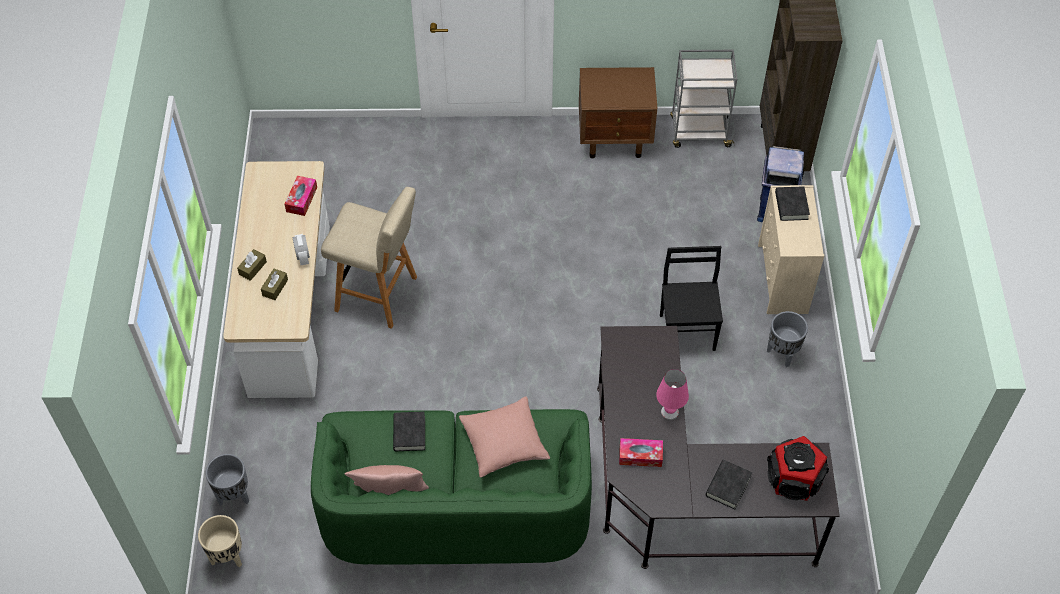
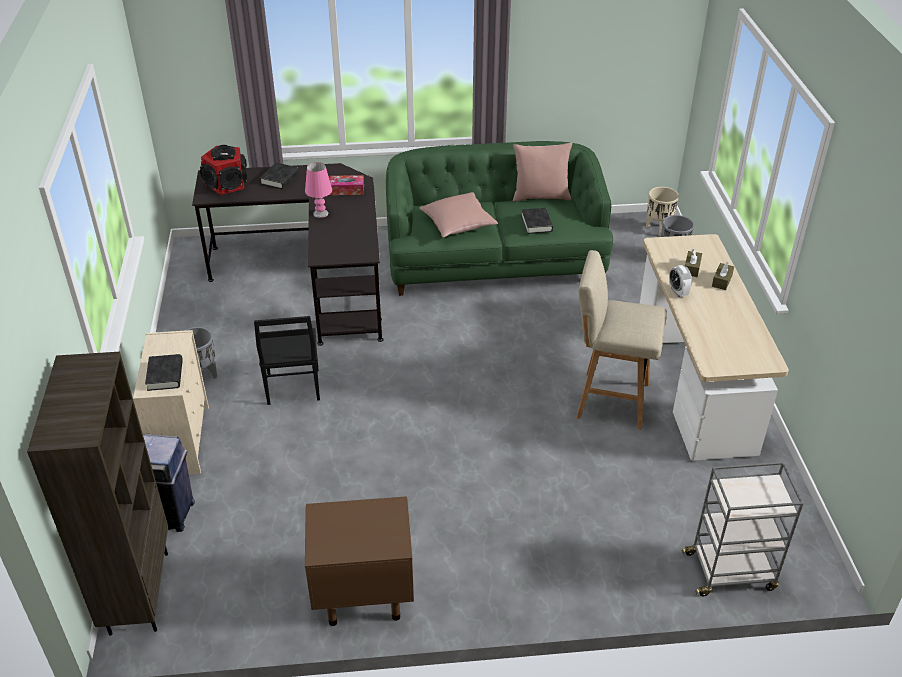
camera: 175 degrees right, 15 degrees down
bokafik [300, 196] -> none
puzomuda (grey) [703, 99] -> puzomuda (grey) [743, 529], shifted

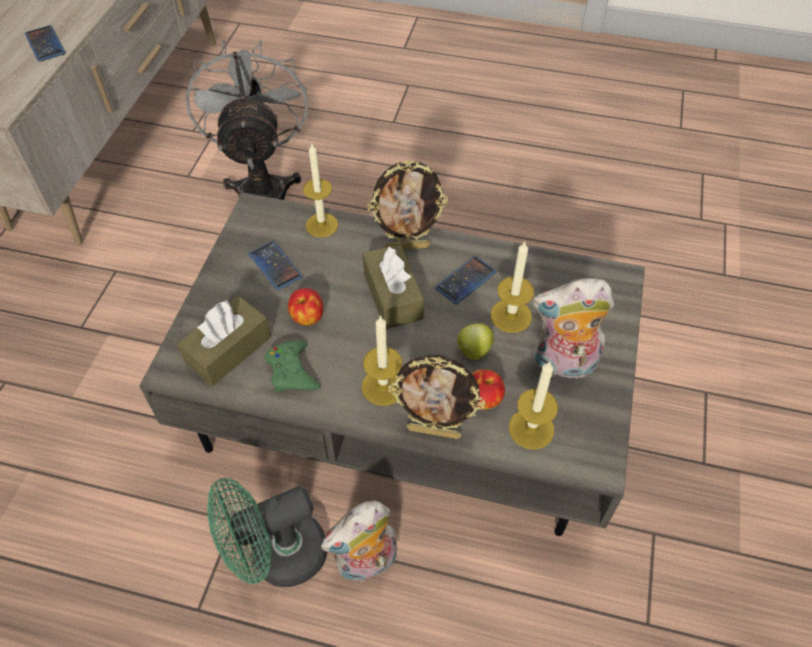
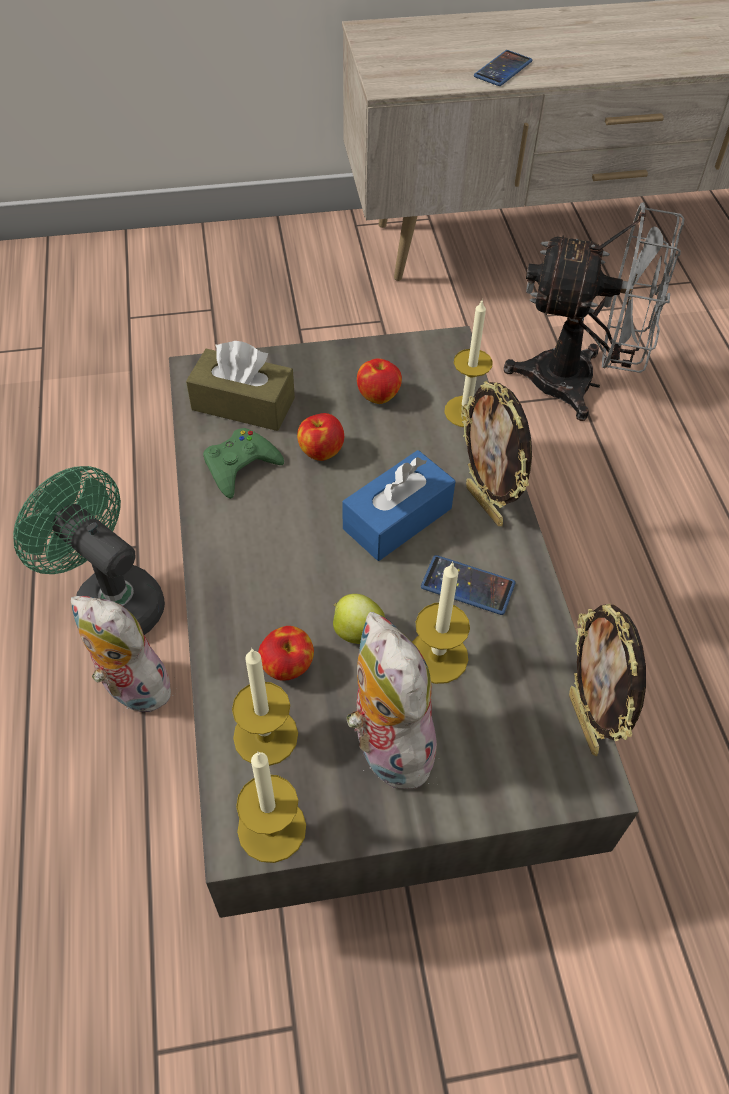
camera: 65 degrees right, 0 degrees up
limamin [382, 360] -> limamin [271, 807], shifted
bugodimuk [436, 397] -> bugodimuk [607, 680], shifted
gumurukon [275, 265] -> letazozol [379, 381]
bokafik (brown) [393, 286] -> bokafik (blue) [399, 505]
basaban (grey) [246, 120] -> basaban (grey) [594, 311], 45 degrees clockwise

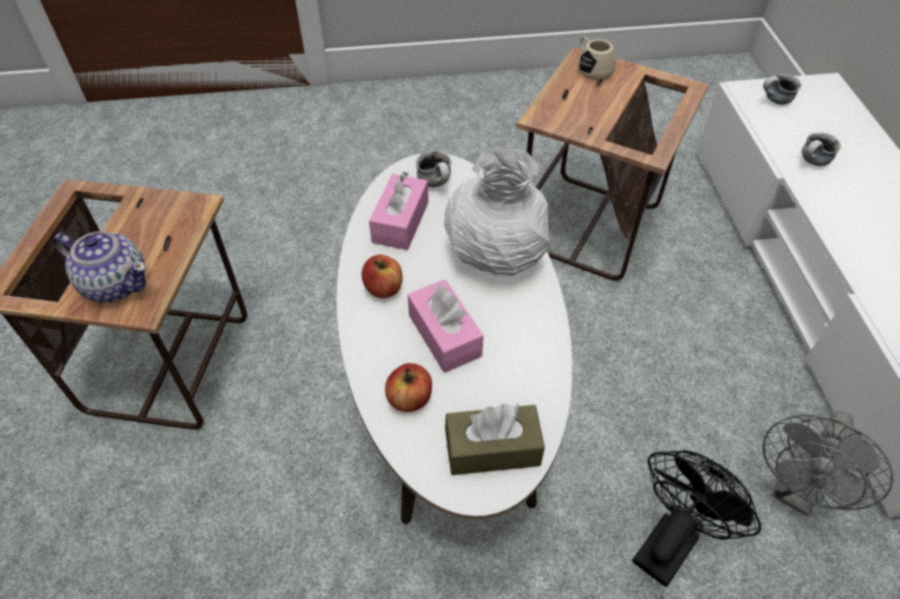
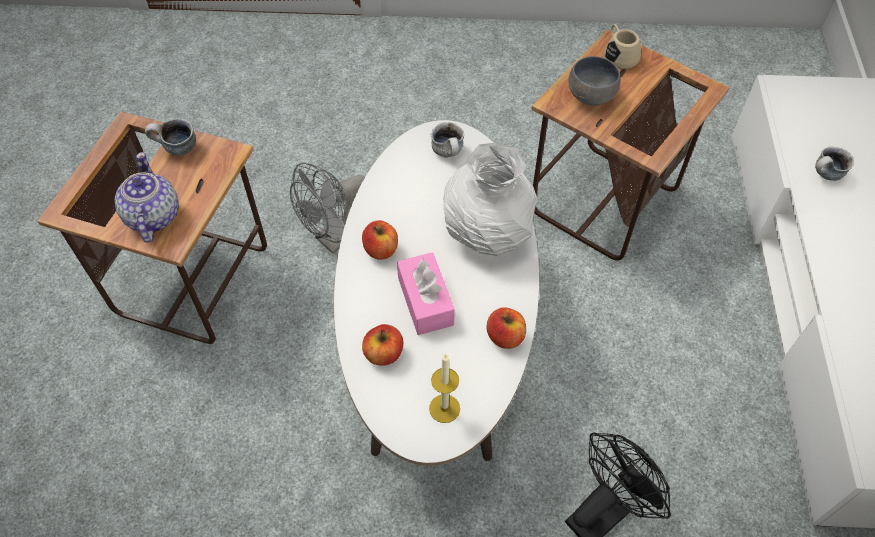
camera: 10 degrees right, 5 degrees up
bokafik (pink) [398, 211] -> none
none -> letazozol [506, 328]
none -> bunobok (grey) [595, 81]
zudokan [782, 89] -> zudokan [170, 136], shifted
basaban (grey) [828, 463] -> basaban (grey) [327, 208], shifted
bokafik (brown) [495, 439] -> limamin [444, 388]
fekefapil [99, 266] -> fekefapil [147, 197], 135 degrees counterclockwise

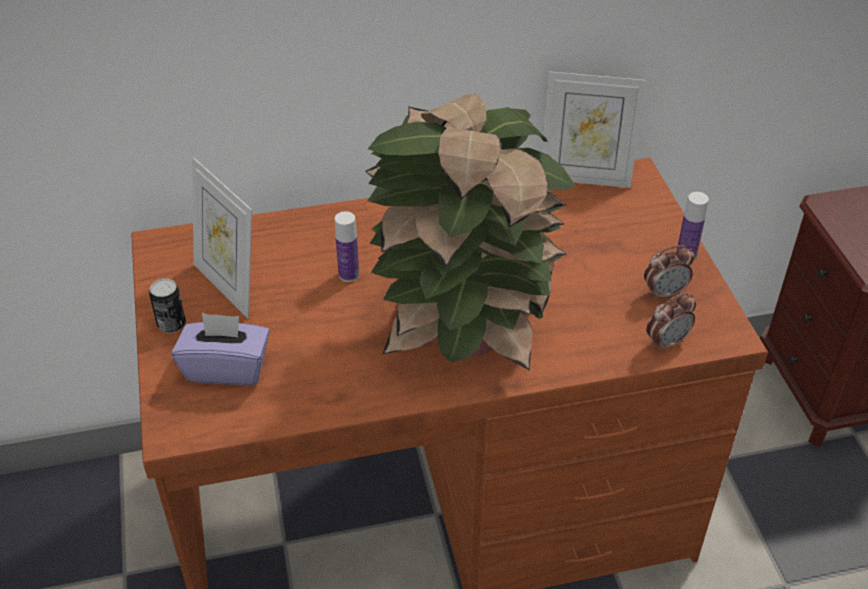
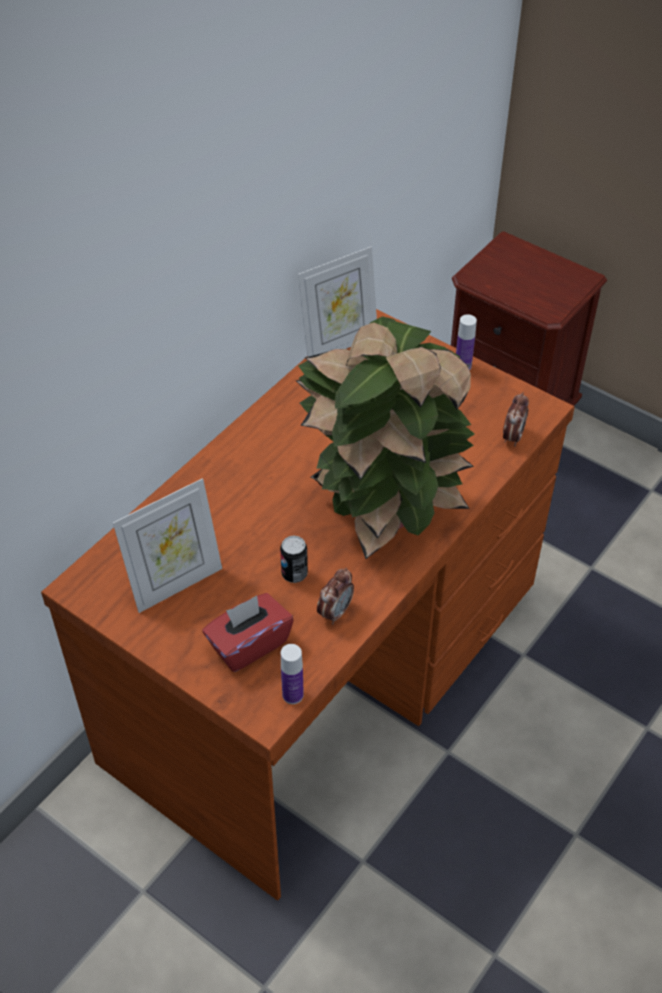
camera: 40 degrees left, 5 degrees up
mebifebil [167, 305] -> mebifebil [294, 559], shifted
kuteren [347, 246] -> kuteren [292, 674], shifted
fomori [669, 272] -> fomori [335, 596], shifted
bokafik (purple) [221, 349] -> bokafik (red) [248, 632]
bugodimuk [222, 237] -> bugodimuk [167, 545], 45 degrees counterclockwise

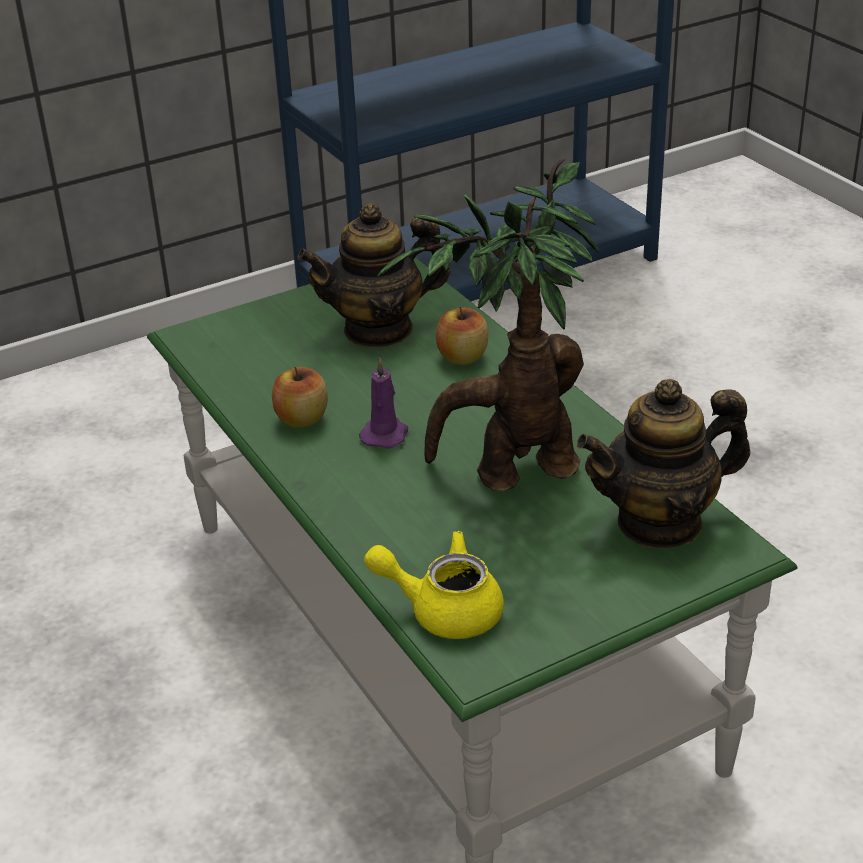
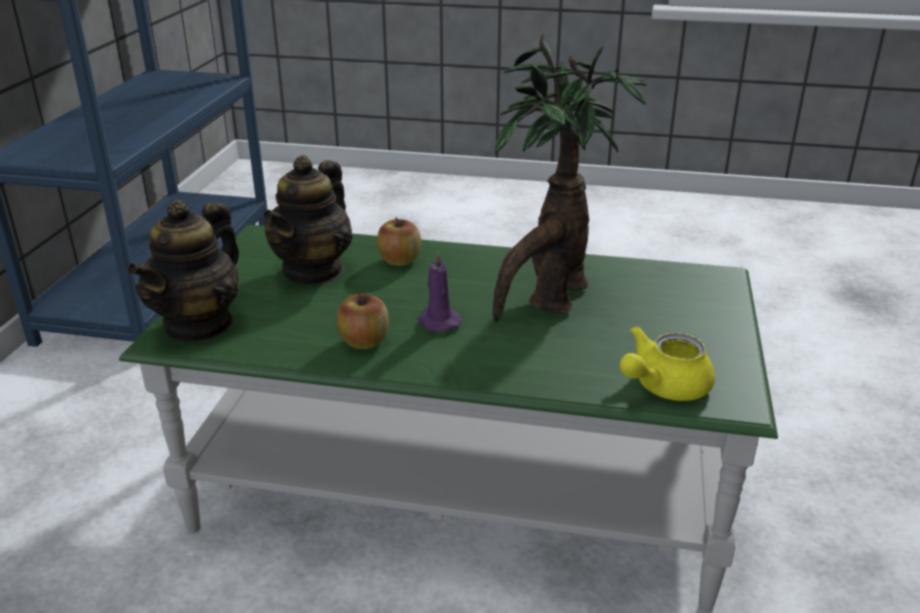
camera: 50 degrees left, 5 degrees down
fekefapil [663, 463] -> fekefapil [183, 270], shifted

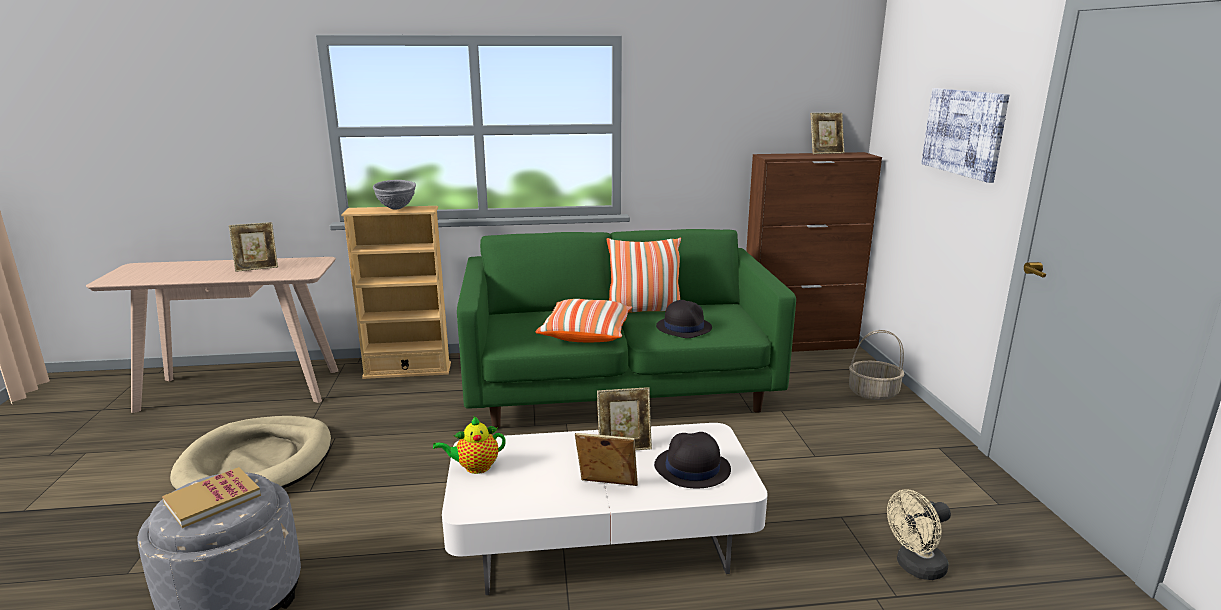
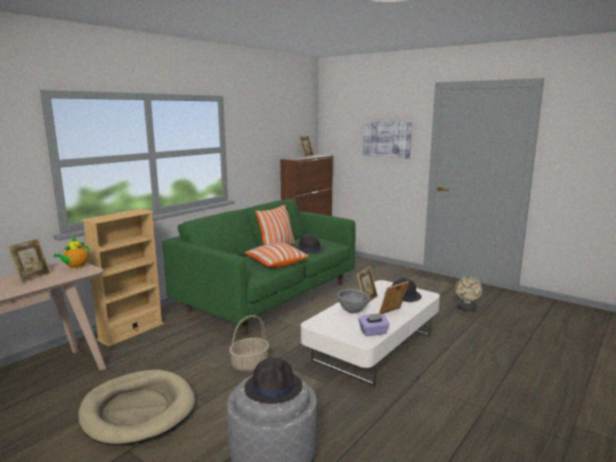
camera: 45 degrees left, 5 degrees down
none -> bokafik (purple) [374, 325]
bunobok (grey) [394, 194] -> bunobok (grey) [353, 301], shifted
fekefapil [469, 445] -> fekefapil [71, 253], shifted
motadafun [877, 365] -> motadafun [249, 343], shifted
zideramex [211, 497] -> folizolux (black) [273, 381]

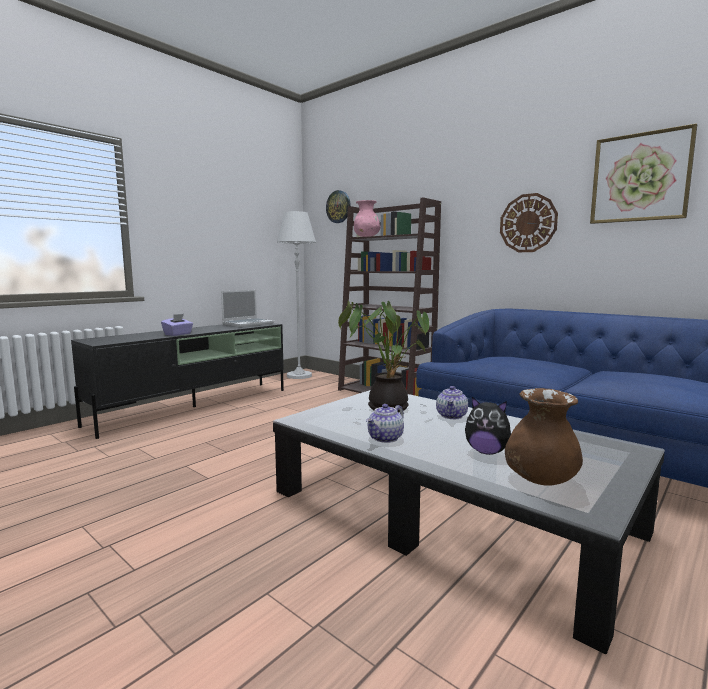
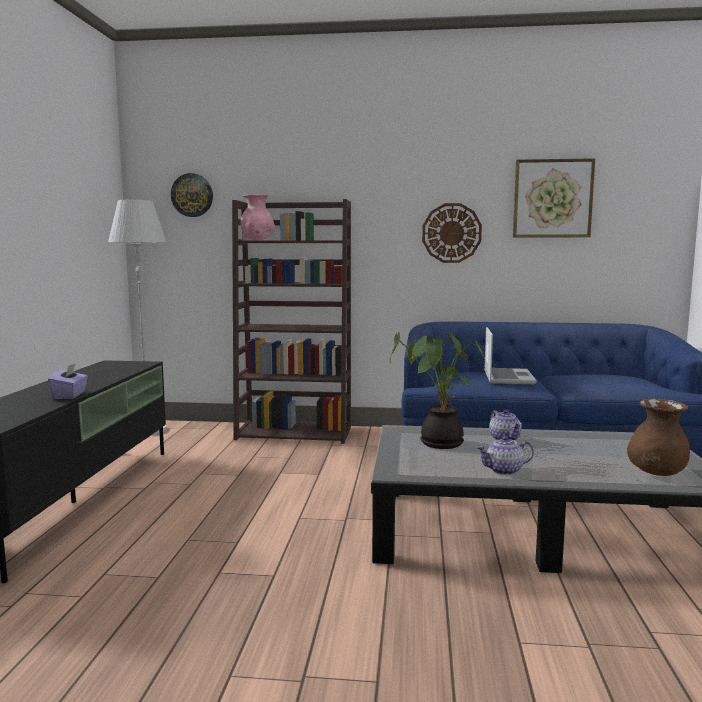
camera: 35 degrees left, 0 degrees up
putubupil [488, 426] -> none
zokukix [247, 308] -> zokukix [510, 355], shifted
fekefapil [385, 423] -> fekefapil [505, 455], 75 degrees clockwise

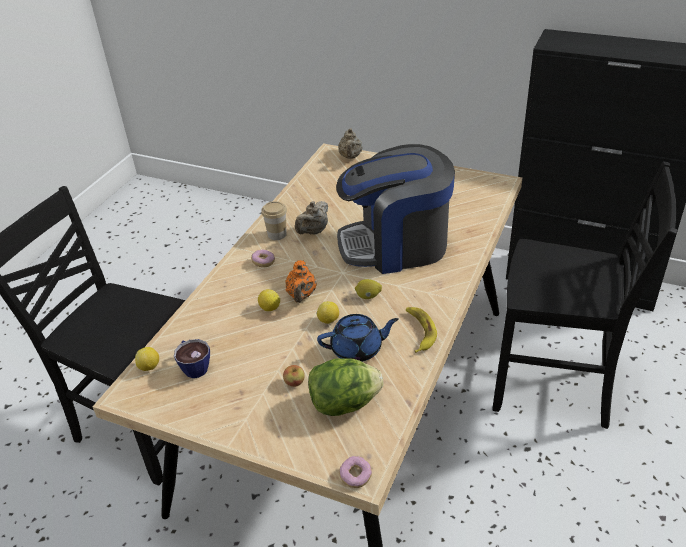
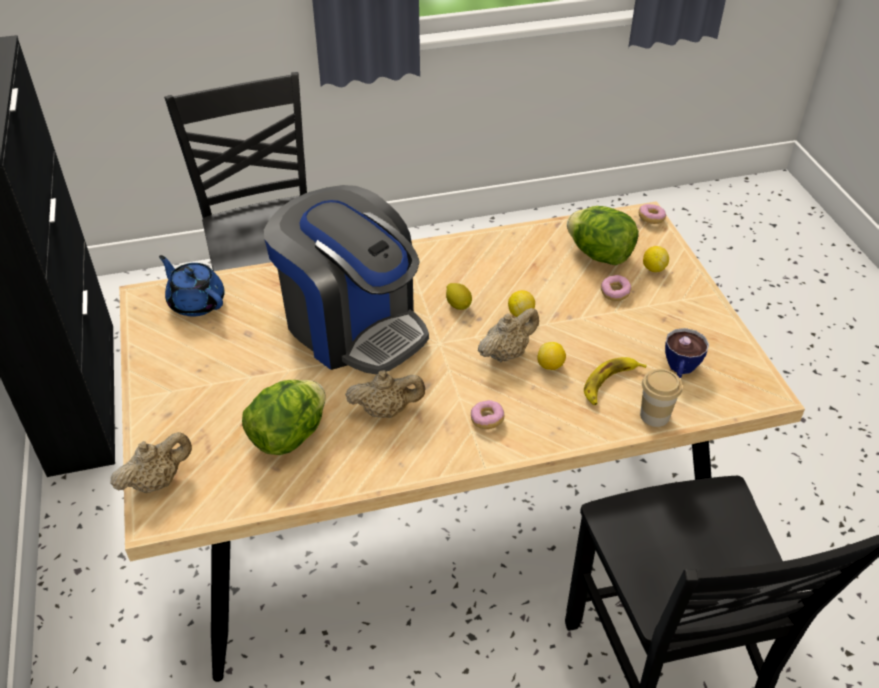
camera: 130 degrees left, 5 degrees up
none -> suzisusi [284, 417]
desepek [147, 359] -> desepek [656, 259], shifted
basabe [274, 220] -> basabe [661, 398], shifted
fekefapil (blue) [358, 338] -> fekefapil (blue) [192, 286], shifted
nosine [421, 330] -> nosine [615, 381], shifted
letazozol [294, 376] -> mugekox [616, 288]
fekefapil (orange) [300, 281] -> fekefapil (beige) [508, 335]

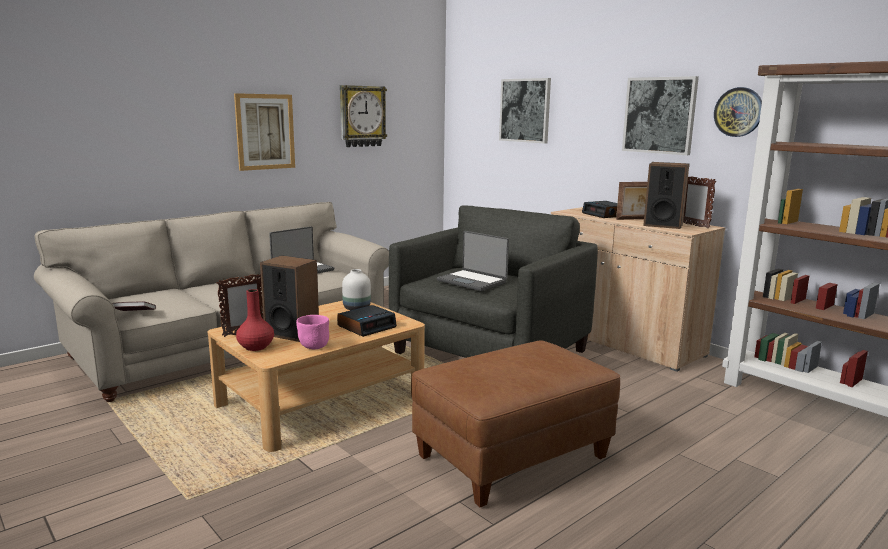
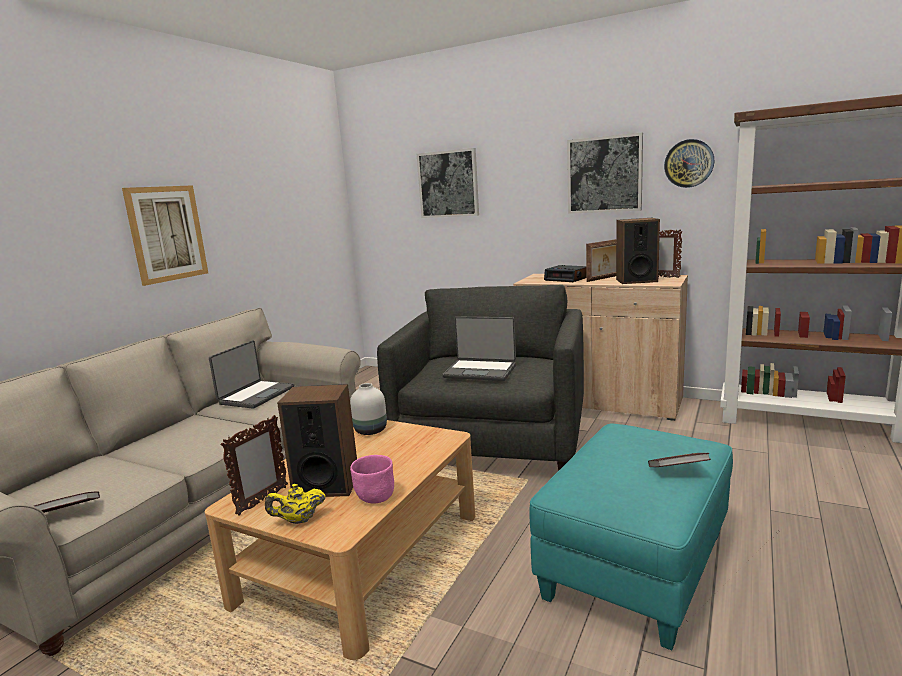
camera: 20 degrees left, 0 degrees up
fomori [367, 321] -> none
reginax [363, 116] -> none
none -> zideramex [679, 460]
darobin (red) [255, 320] -> fekefapil (yellow) [295, 504]
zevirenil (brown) [515, 423] -> zevirenil (turquoise) [631, 536]

